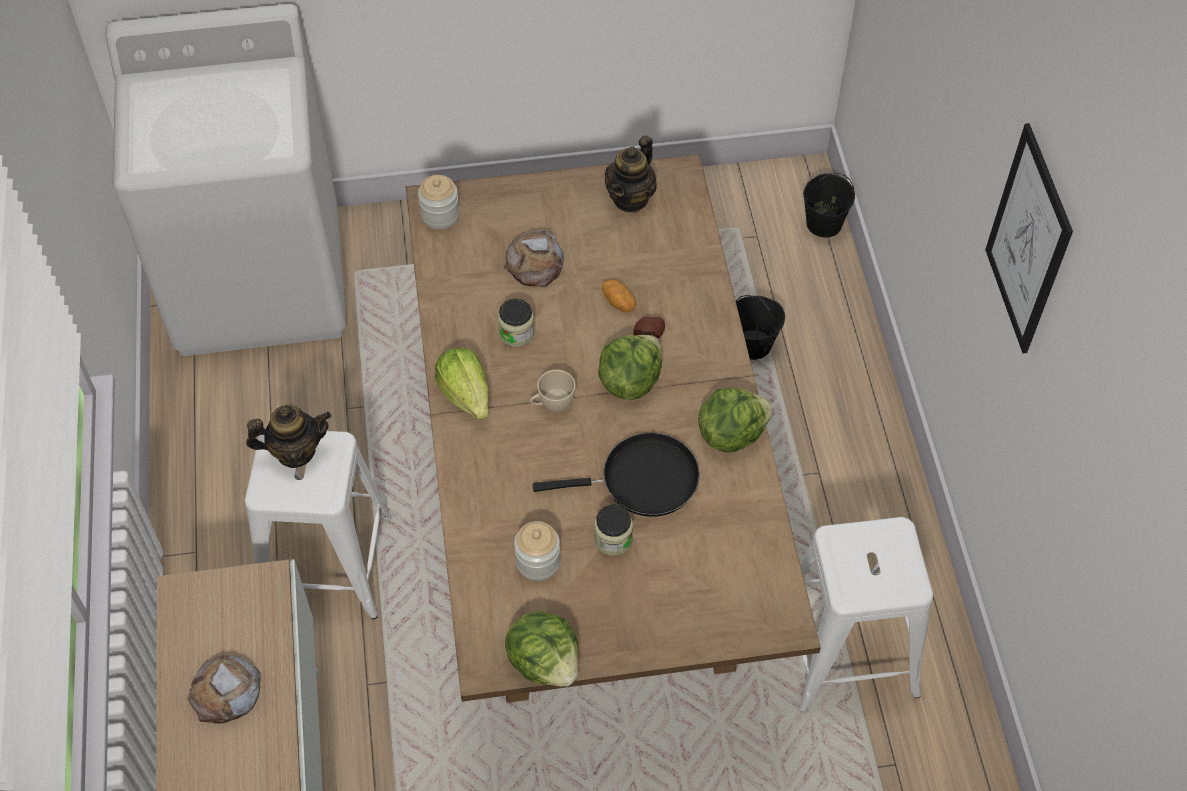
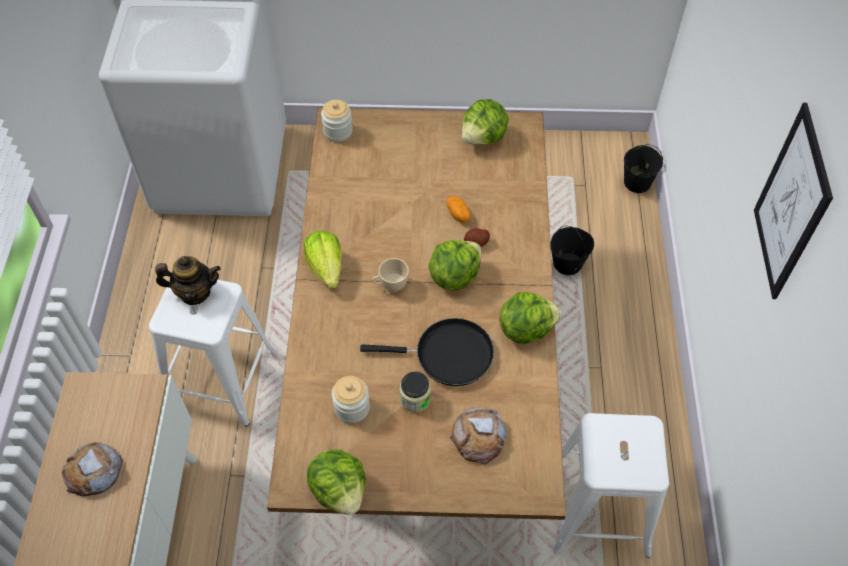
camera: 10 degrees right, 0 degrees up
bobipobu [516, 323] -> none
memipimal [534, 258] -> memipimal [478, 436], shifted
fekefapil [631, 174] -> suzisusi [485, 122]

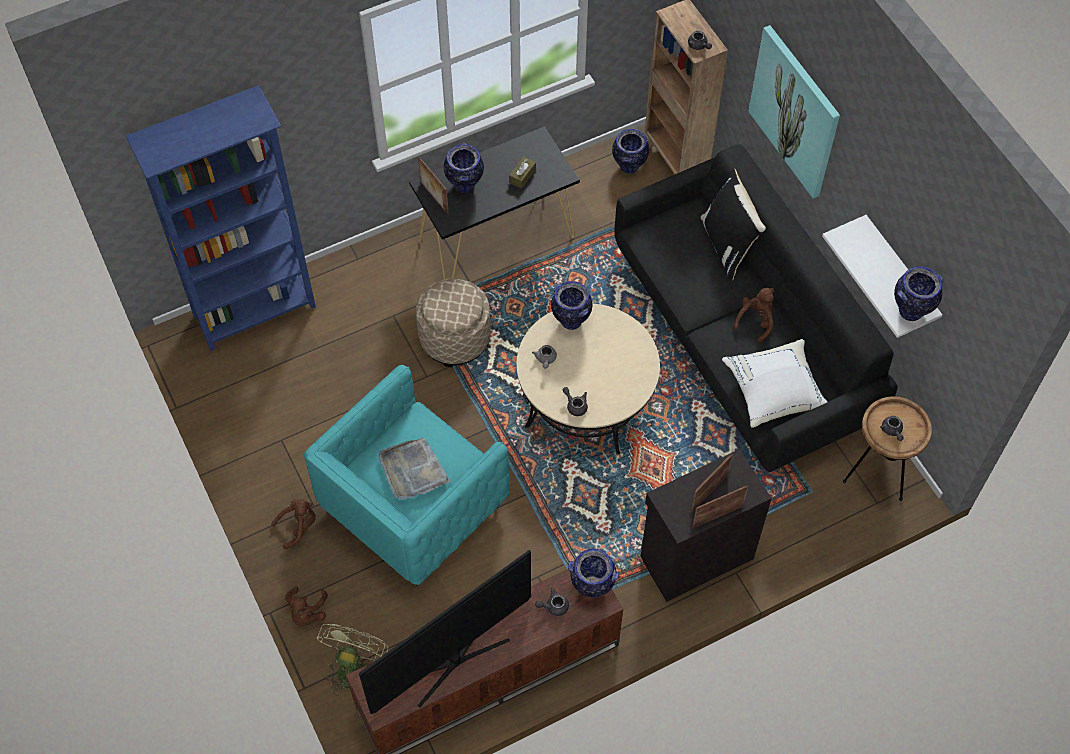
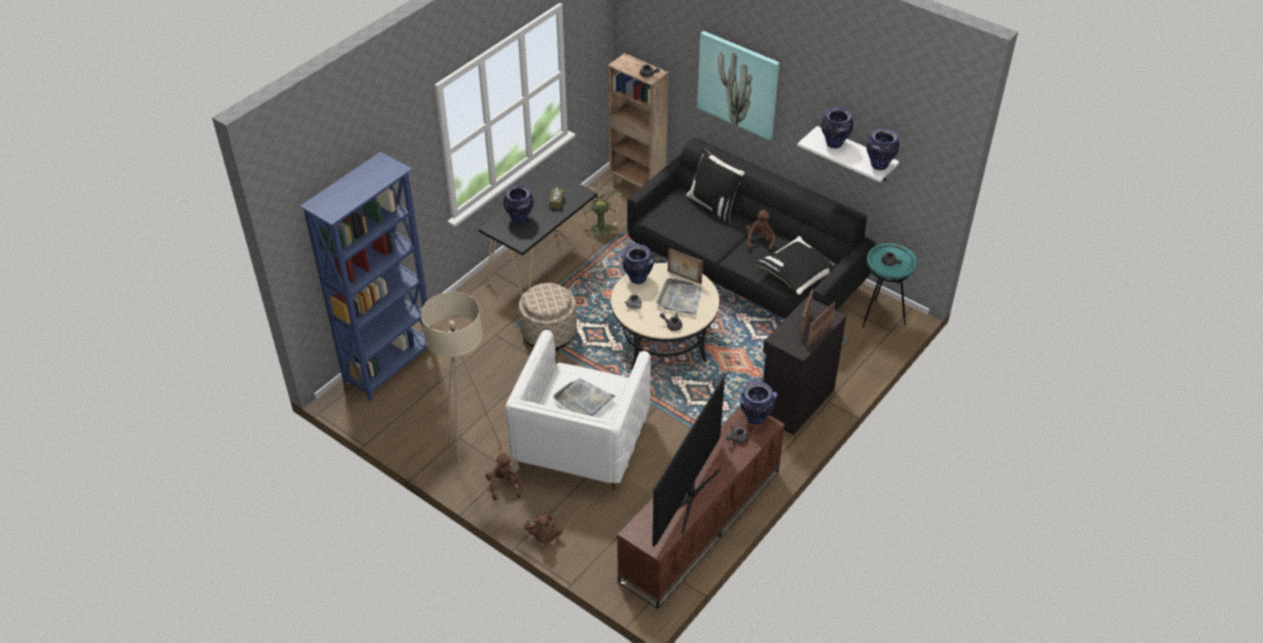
camera: 25 degrees left, 15 degrees down
none -> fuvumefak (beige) [461, 385]
none -> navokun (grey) [679, 296]
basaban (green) [352, 660] -> basaban (green) [601, 211], shifted
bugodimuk [433, 185] -> bugodimuk [685, 266], shifted
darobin [630, 151] -> darobin [837, 128], shifted
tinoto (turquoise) [407, 475] -> tinoto (white) [578, 410]
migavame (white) [774, 383] -> migavame (black) [796, 265]
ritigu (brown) [887, 448] -> ritigu (turquoise) [889, 285]
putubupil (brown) [294, 524] -> putubupil (brown) [504, 476], 45 degrees counterclockwise

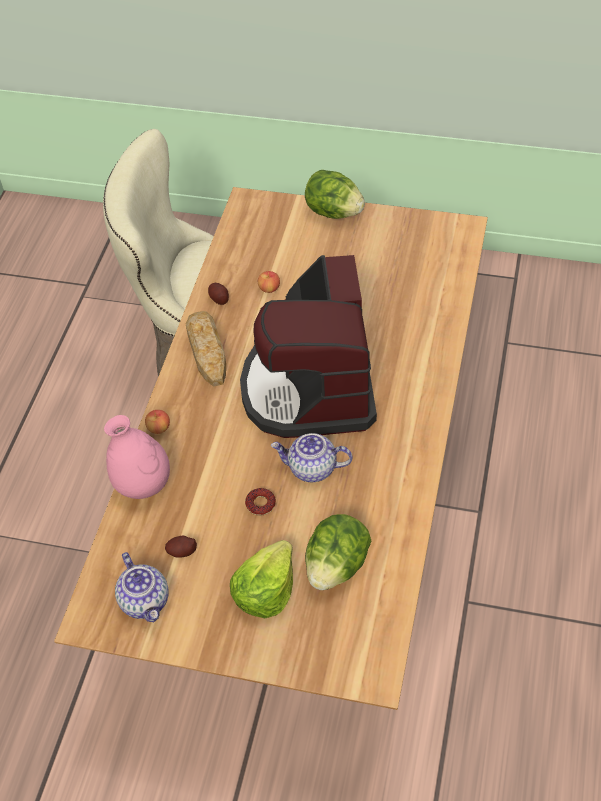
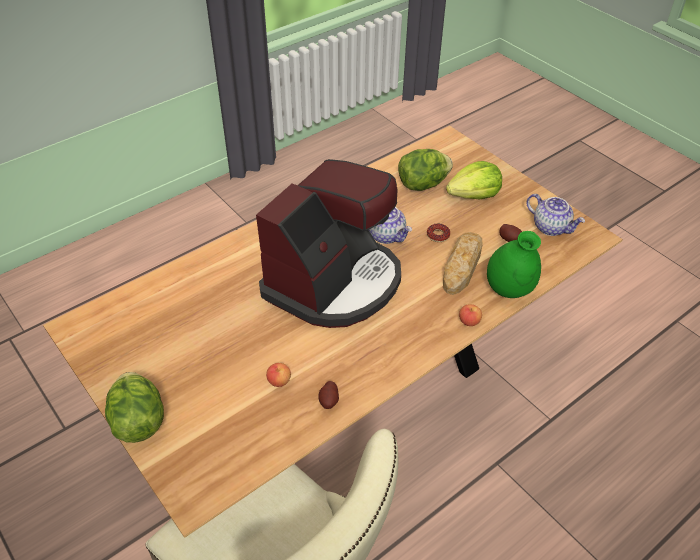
camera: 145 degrees left, 5 degrees down
memipimal [206, 349] -> memipimal [463, 263], shifted
darobin (pink) [137, 457] -> darobin (green) [514, 264]
fekefapil [142, 587] -> fekefapil [556, 215], 120 degrees clockwise

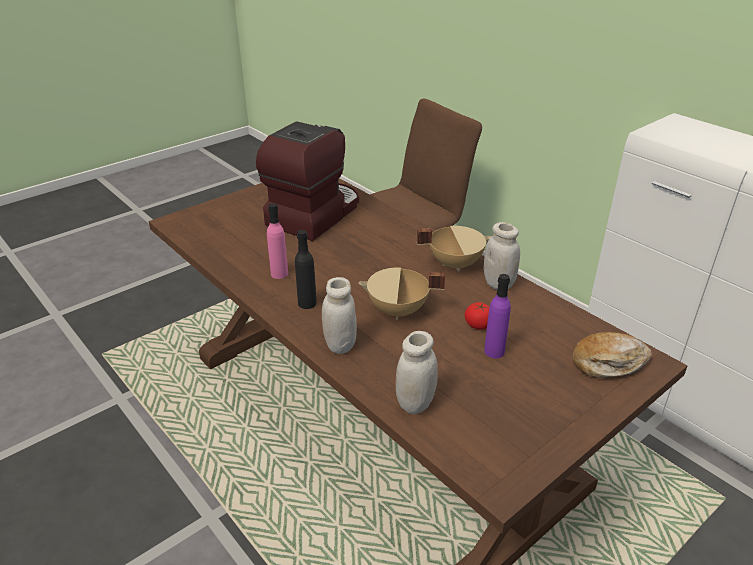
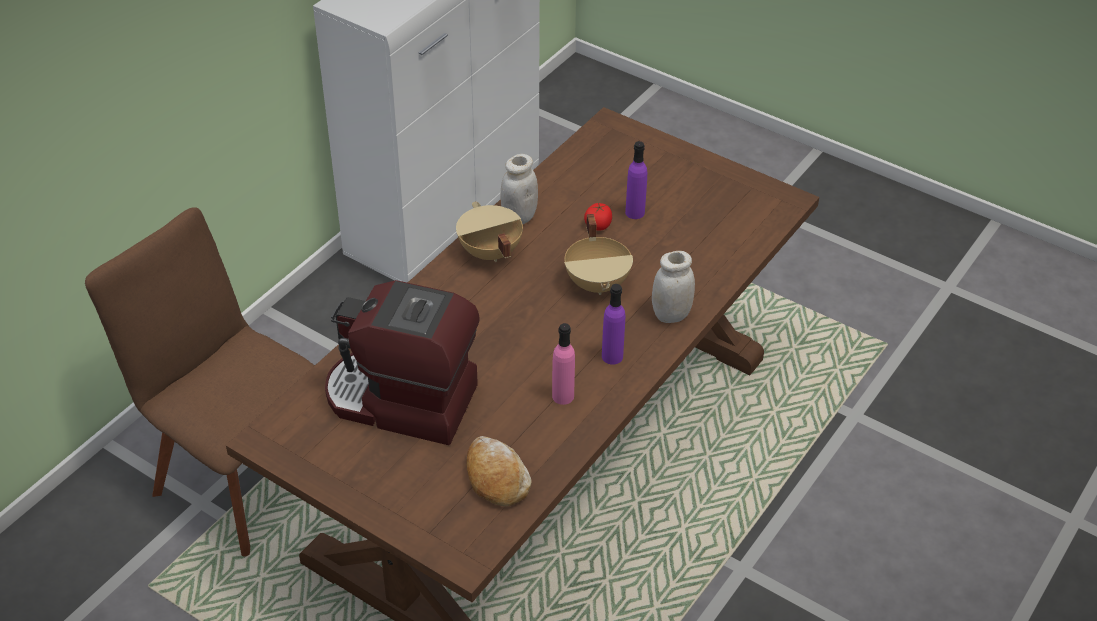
camera: 105 degrees left, 10 degrees up
bobipobu (white) [417, 372] -> none
memipimal [612, 355] -> memipimal [499, 471], shifted
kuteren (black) [305, 269] -> kuteren (purple) [613, 324]

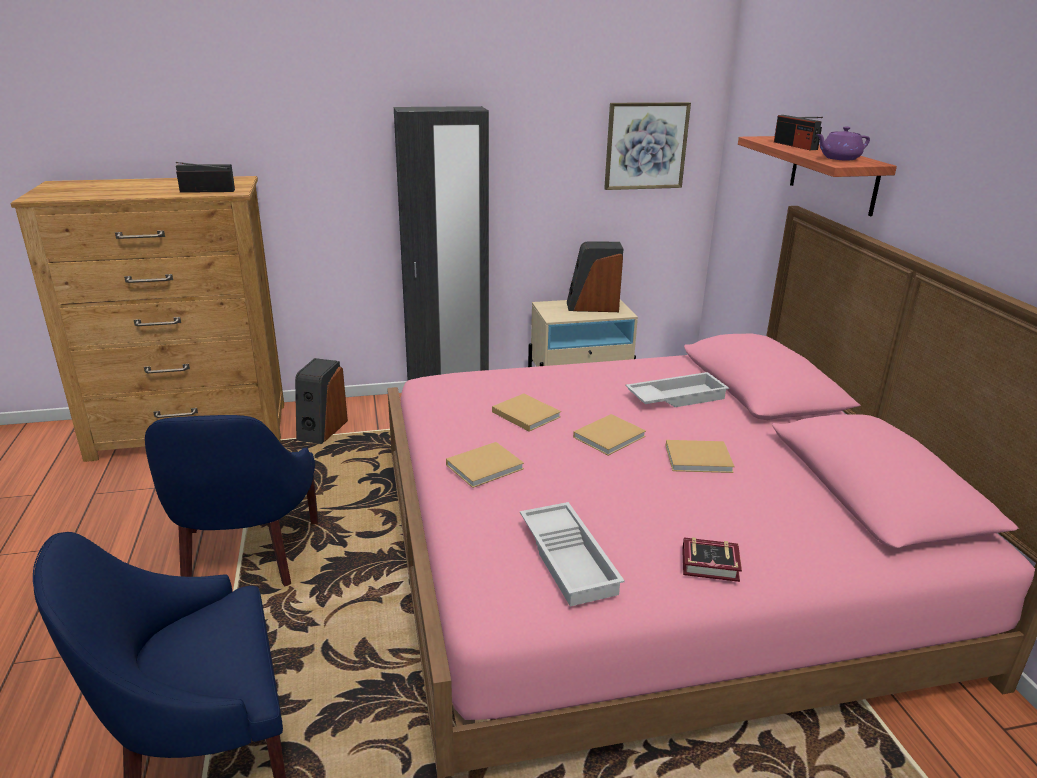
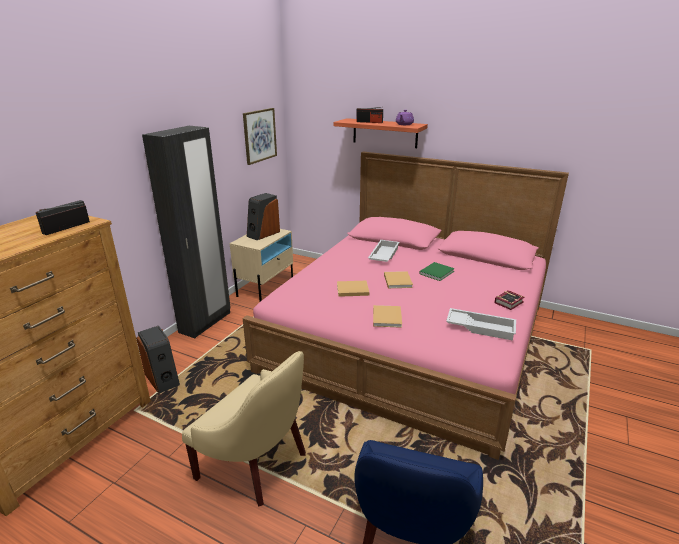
camera: 50 degrees left, 0 degrees up
tinoto (blue) [231, 500] -> tinoto (beige) [244, 428]
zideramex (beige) [700, 456] -> zideramex (green) [437, 271]

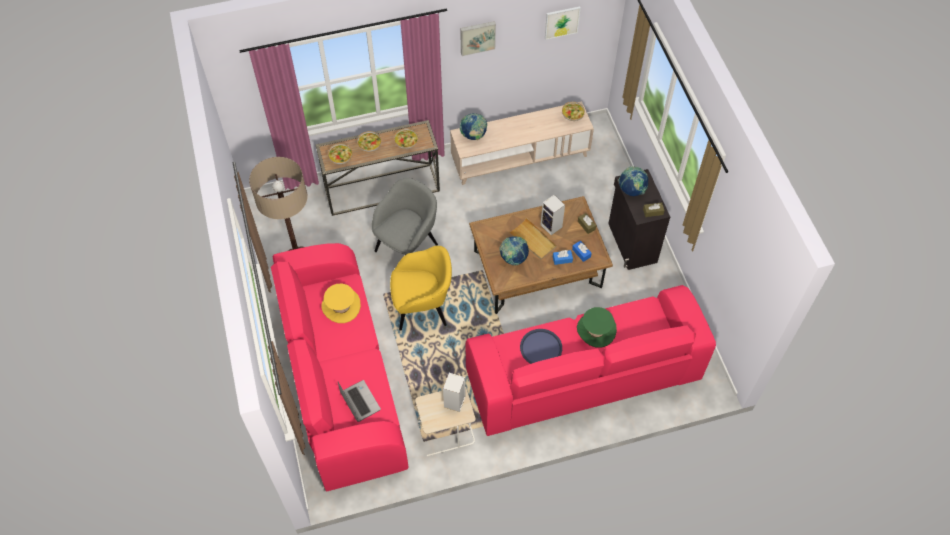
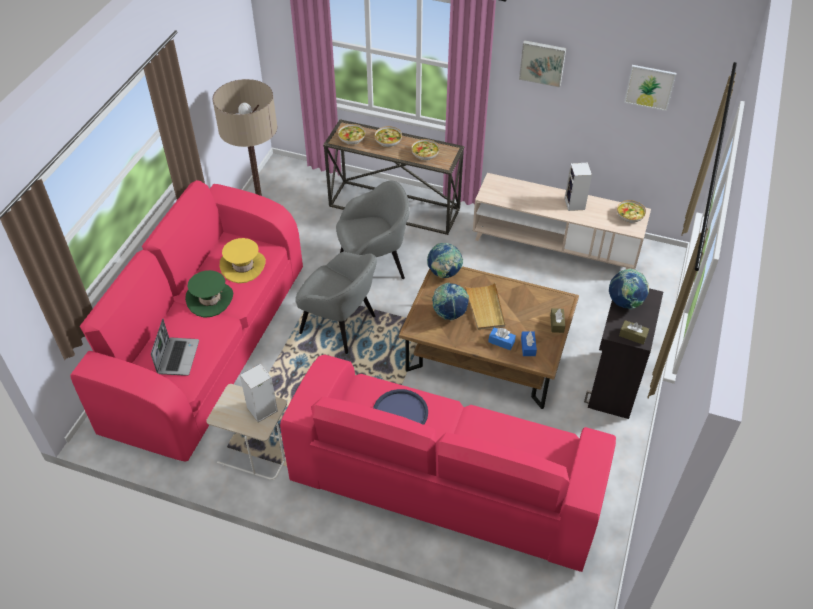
camera: 35 degrees right, 10 degrees down
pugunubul [474, 126] -> pugunubul [445, 260], shifted
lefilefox [553, 215] -> lefilefox [578, 187], shifted
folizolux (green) [597, 327] -> folizolux (green) [209, 294], shifted
tinoto (yellow) [421, 288] -> tinoto (grey) [336, 303]

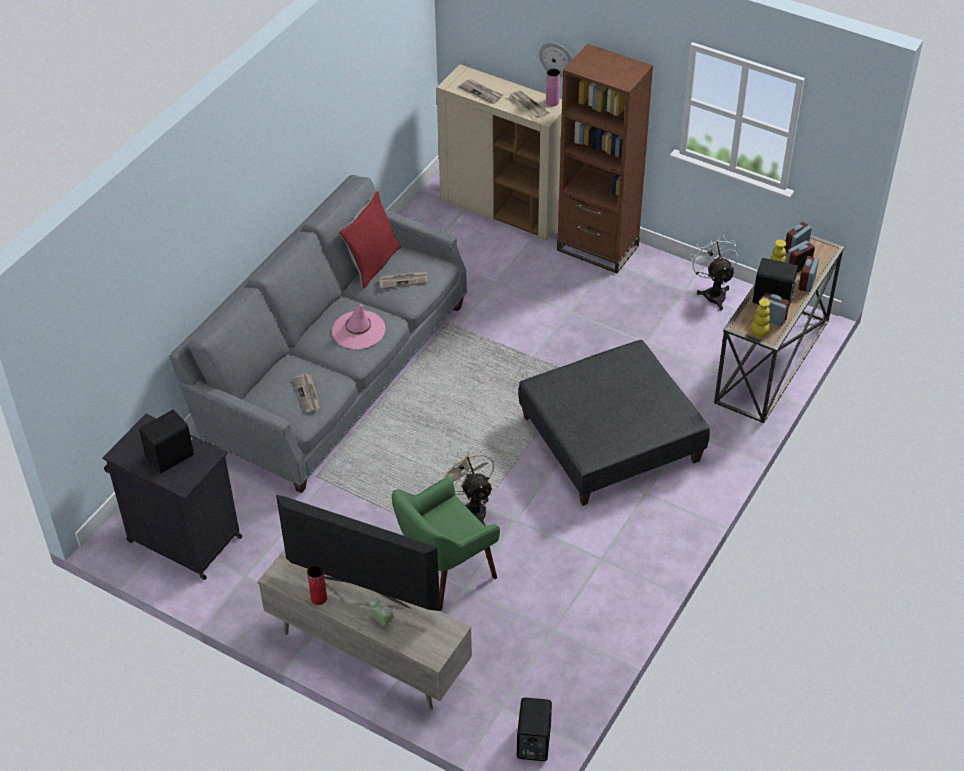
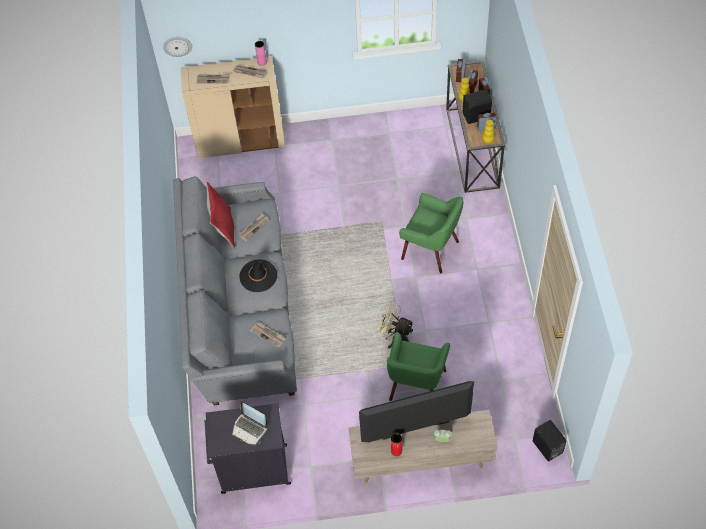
camera: 35 degrees left, 10 degrees up
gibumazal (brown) [605, 158] -> none
basaban (white) [714, 272] -> none
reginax [556, 59] -> reginax [177, 47], shifted
lefilefox (black) [166, 441] -> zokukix [249, 422]
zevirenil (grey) [614, 423] -> tinoto (green) [431, 233]
folizolux (pink) [358, 326] -> folizolux (black) [258, 275]

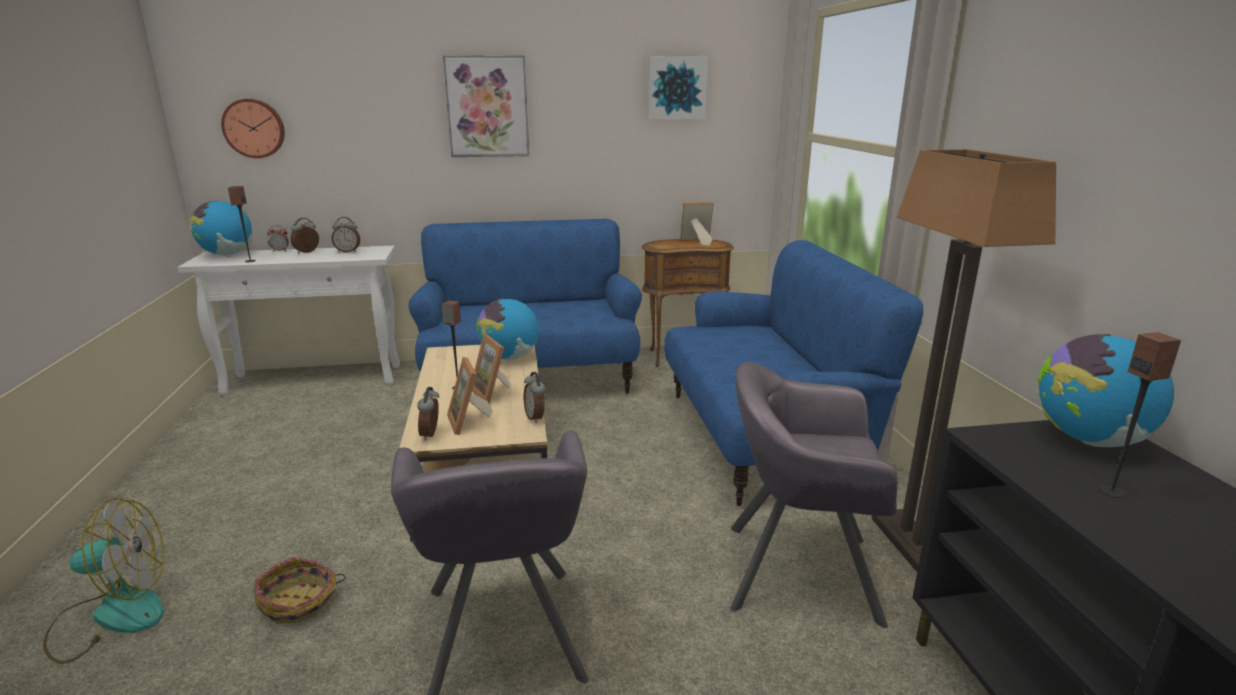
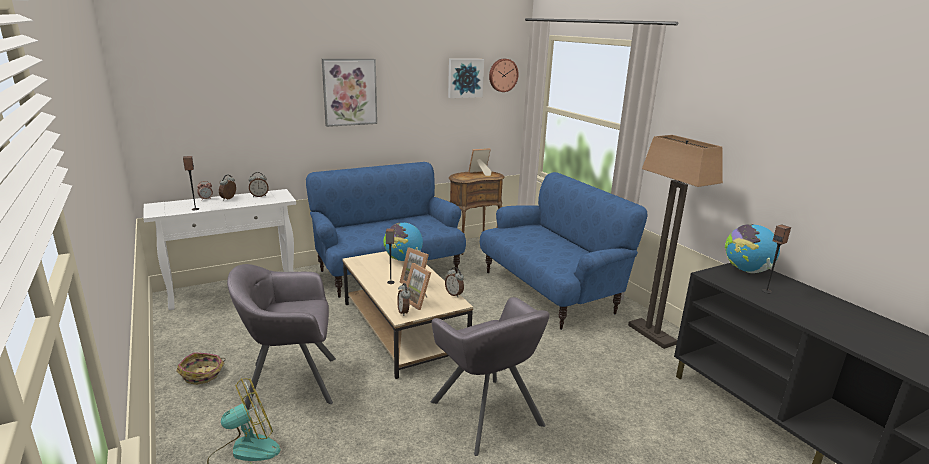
camera: 20 degrees left, 0 degrees up
pugunubul [221, 228] -> none
reginax [253, 128] -> reginax [504, 75], shifted
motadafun [299, 590] -> motadafun [201, 368], shifted
tinoto (grey) [813, 495] -> tinoto (grey) [281, 337], shifted

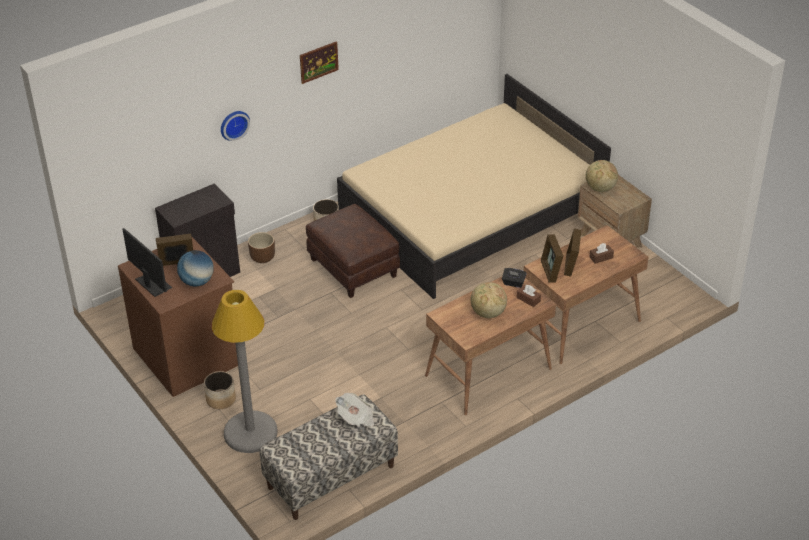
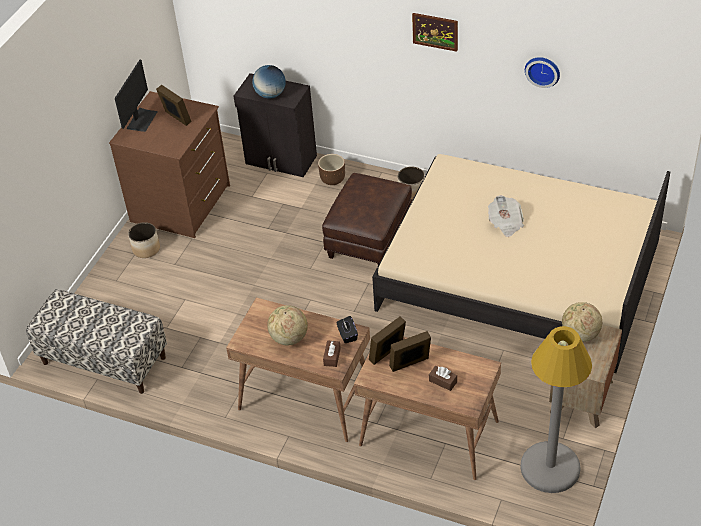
camera: 60 degrees right, 5 degrees up
pugunubul [195, 268] -> pugunubul [268, 82], shifted
fuvumefak (grey) [245, 371] -> fuvumefak (grey) [556, 409], shifted
reginax [235, 126] -> reginax [542, 72], shifted
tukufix [354, 410] -> tukufix [506, 216], shifted

